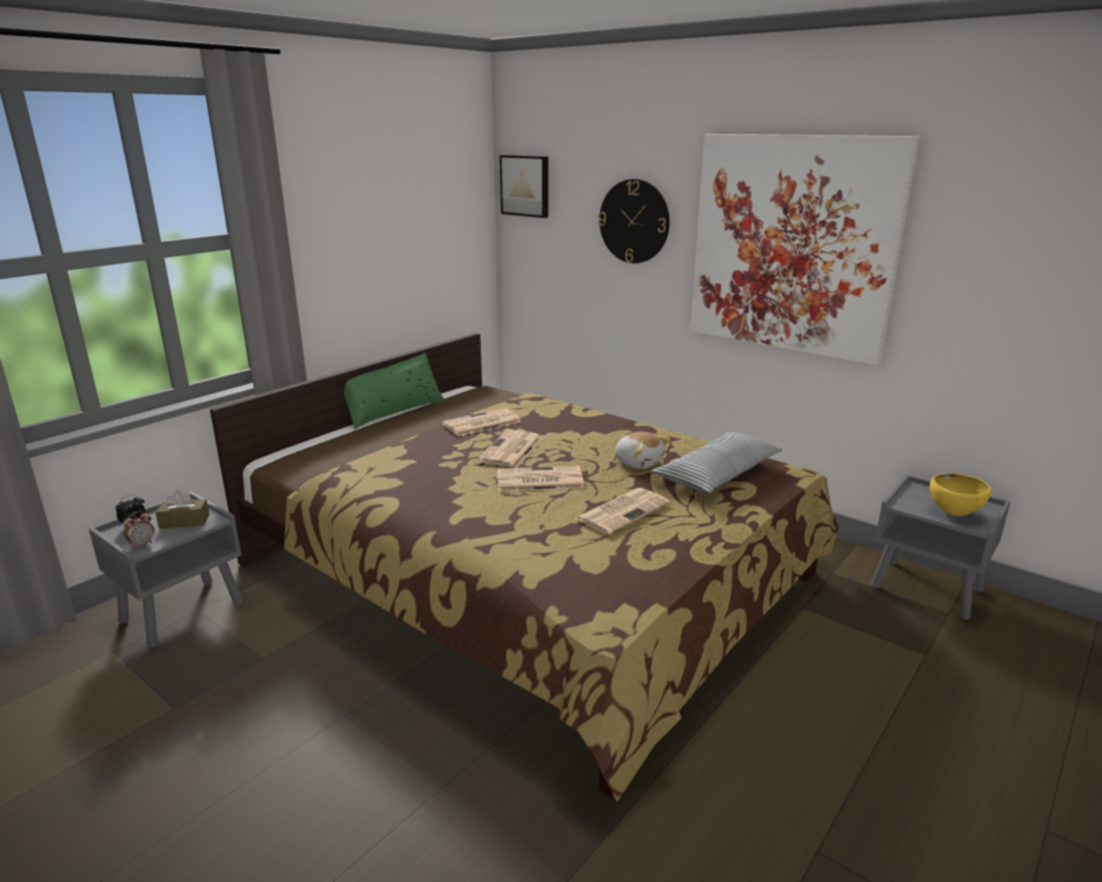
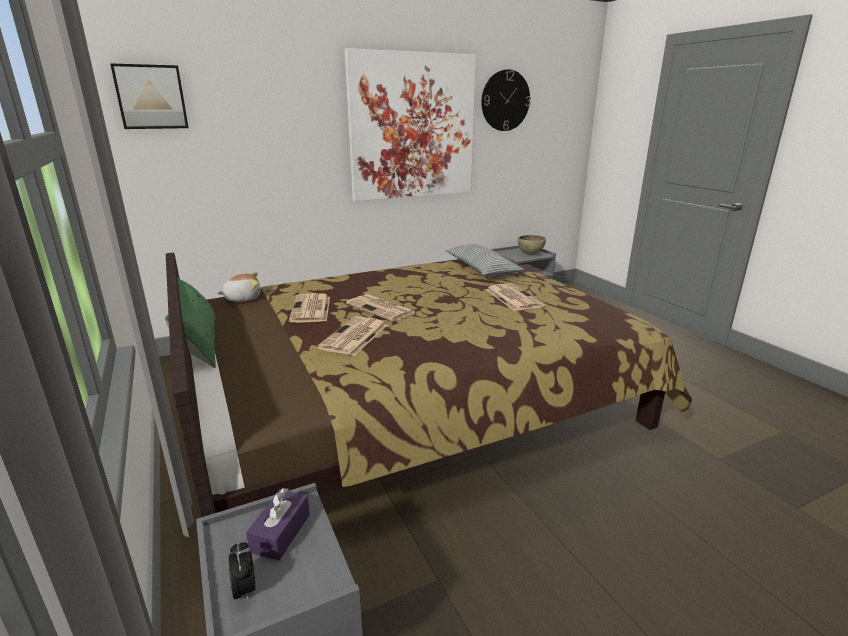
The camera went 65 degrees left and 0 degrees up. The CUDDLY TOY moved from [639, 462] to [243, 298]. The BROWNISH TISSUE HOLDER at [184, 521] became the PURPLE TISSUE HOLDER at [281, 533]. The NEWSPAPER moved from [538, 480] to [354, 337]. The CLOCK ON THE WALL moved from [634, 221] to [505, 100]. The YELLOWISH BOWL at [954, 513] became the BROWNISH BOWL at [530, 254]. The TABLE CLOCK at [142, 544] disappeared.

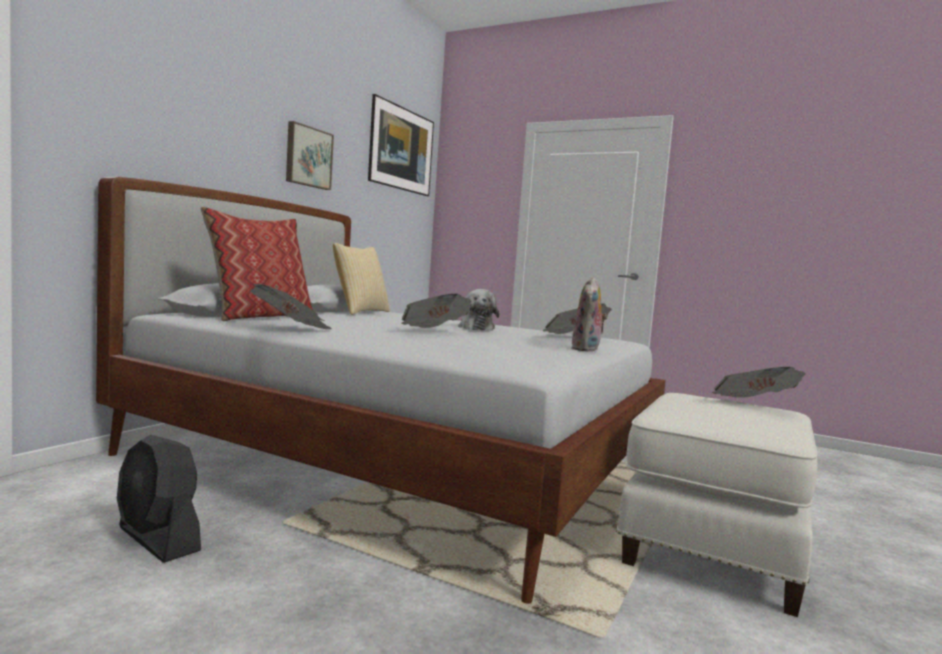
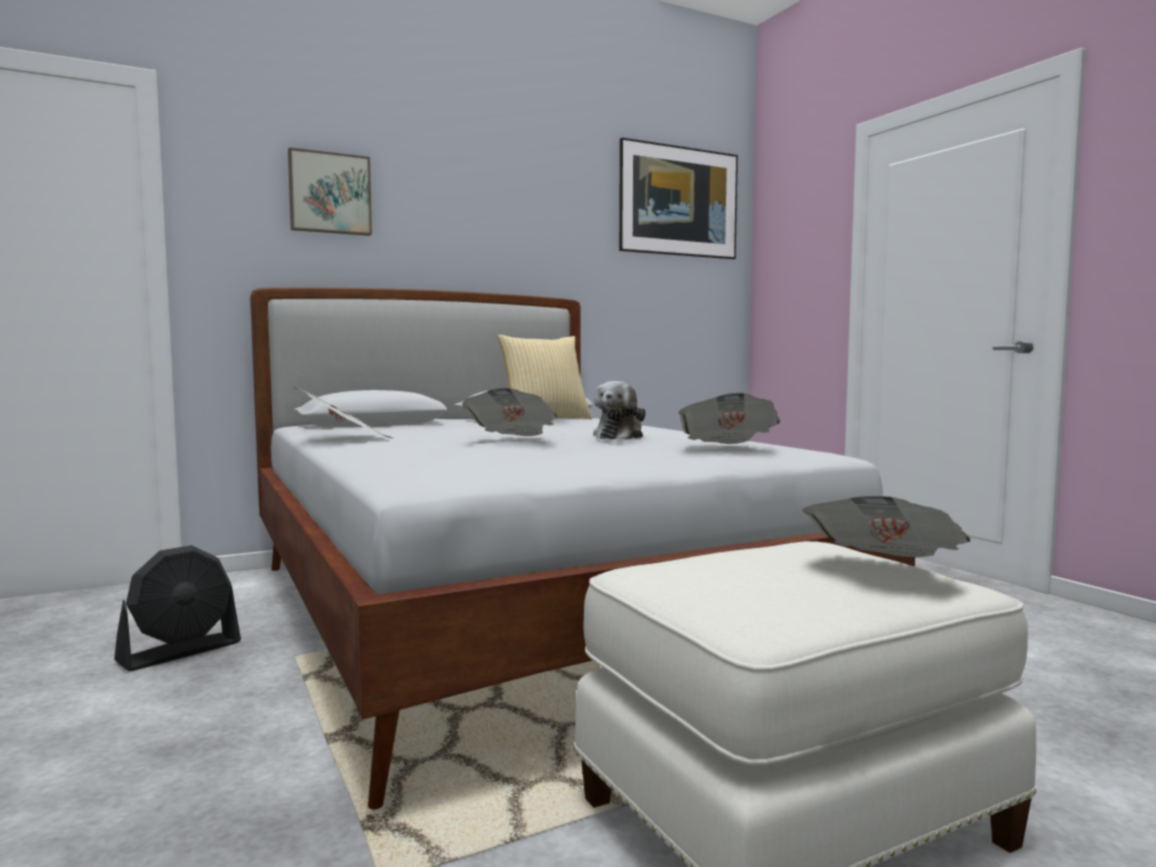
The camera went 35 degrees right and 0 degrees up. The BLACK COOLING FAN at [158, 539] turned 120 degrees counterclockwise. The WALL PICTURE moved from [308, 157] to [330, 193]. The CUSHION at [260, 317] disappeared. The CUDDLY TOY at [587, 349] disappeared.

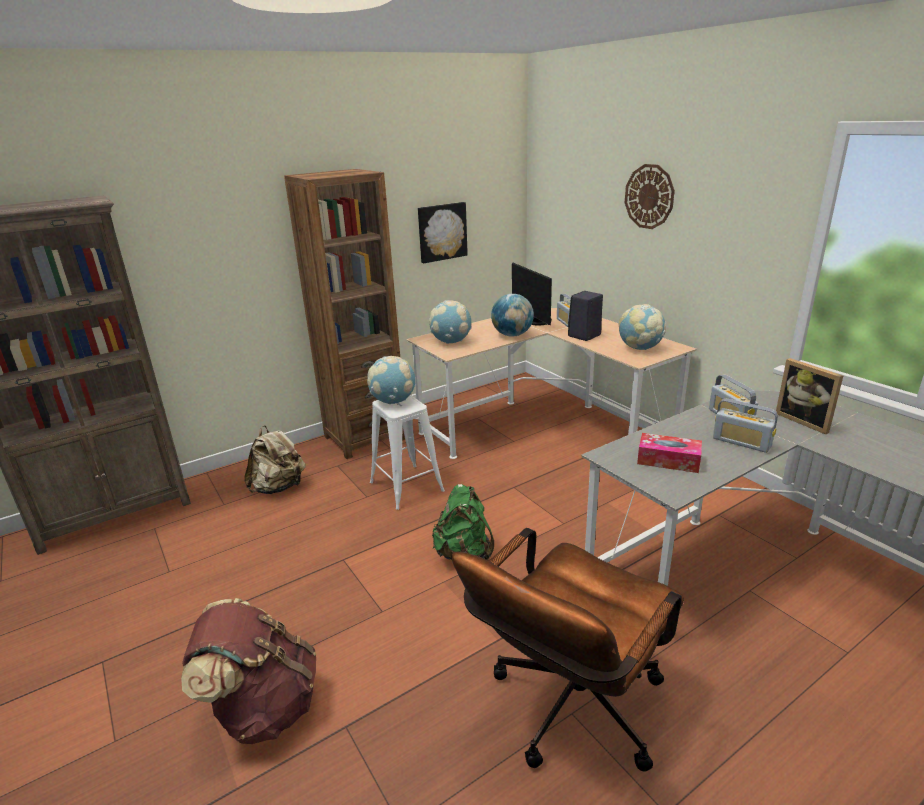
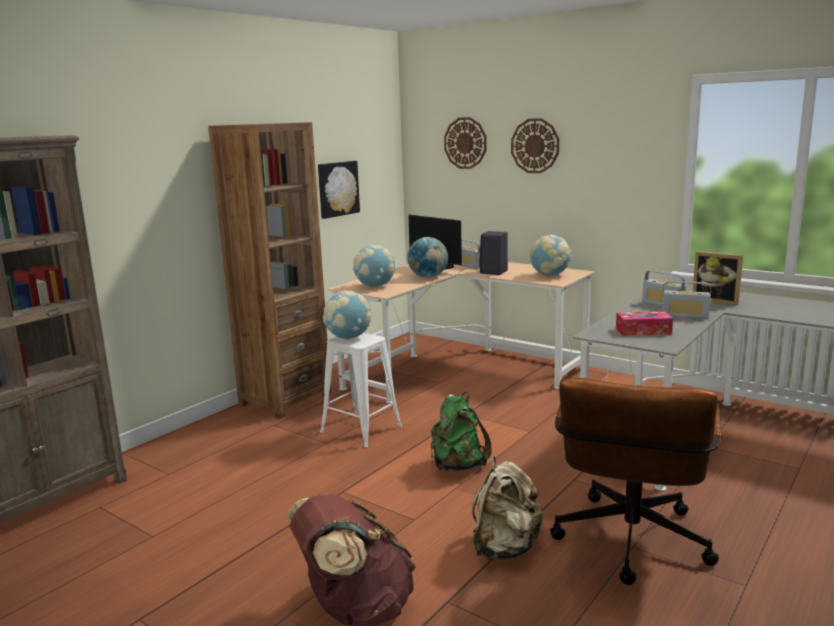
The camera went 20 degrees left and 10 degrees down. The CLOCK ON THE WALL at [465, 143] appeared. The SAND-COLOURED BACKPACK moved from [279, 487] to [505, 548].

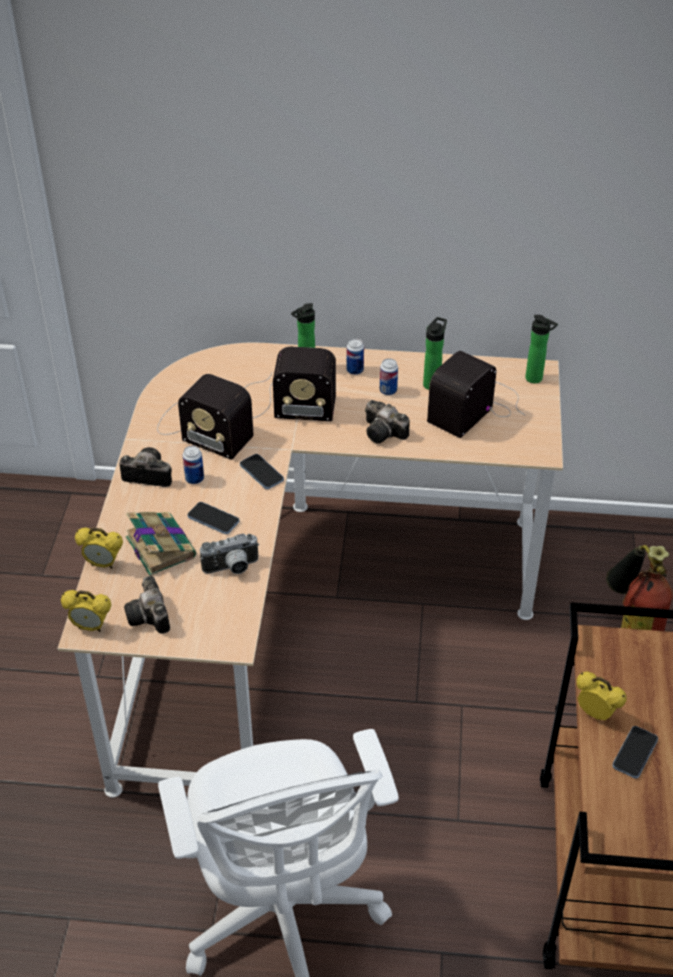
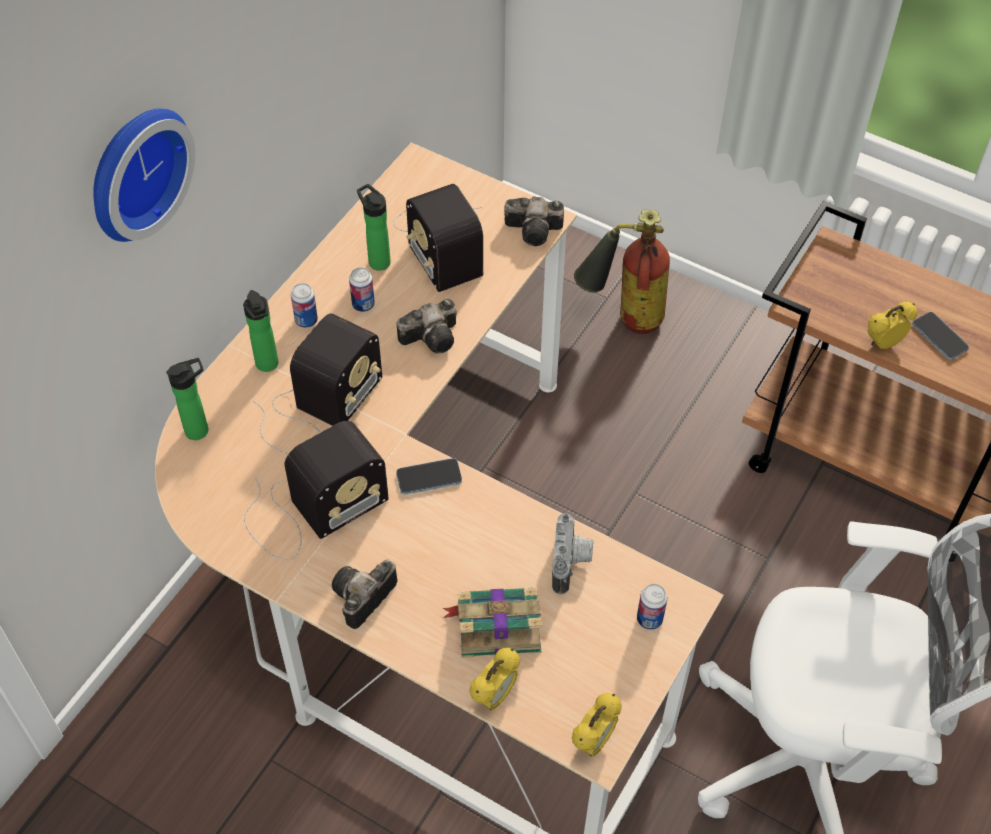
The camera went 65 degrees left and 10 degrees up. The CLOCK ON THE WALL at [133, 170] appeared. The BOTTLE moved from [536, 379] to [200, 429]. The STILL CAMERA moved from [150, 617] to [536, 230]. The CAN moved from [194, 479] to [649, 619]. The HANDSET at [213, 519] disappeared.

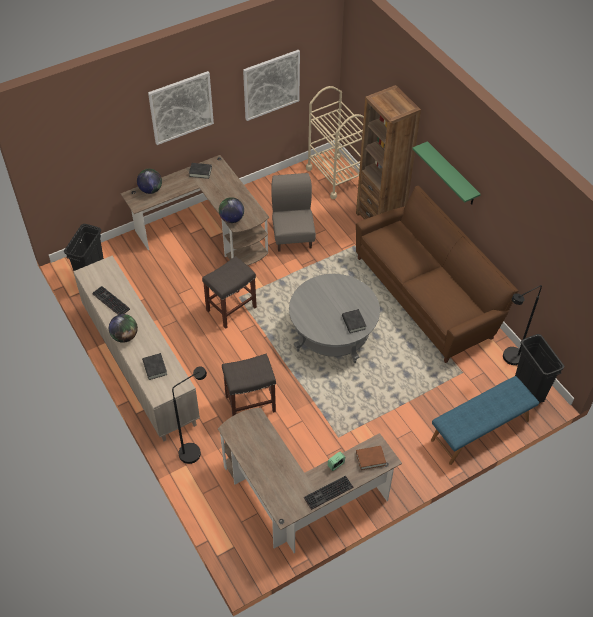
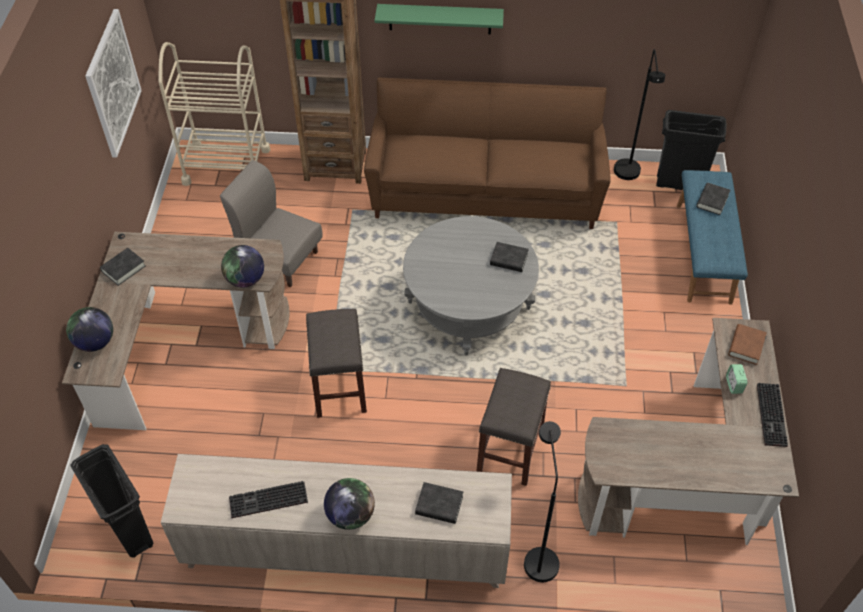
The camera went 55 degrees left and 0 degrees up. The BLACK BOOK at [712, 201] appeared. The WALL PICTURE at [181, 107] disappeared.

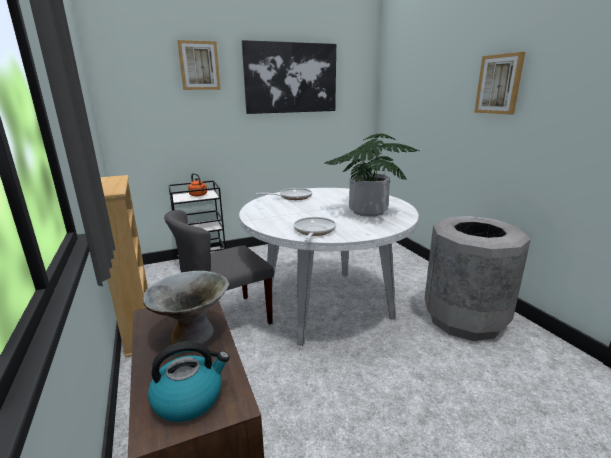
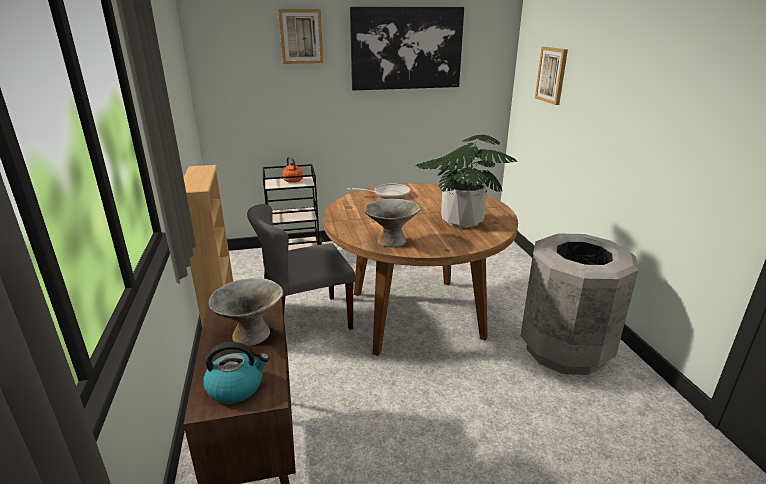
The camera went 10 degrees right and 5 degrees up. The WHITE DINNER TABLE at [326, 304] became the BROWNISH DINNER TABLE at [415, 314]. The FRYING PAN at [313, 231] was replaced by the GREY BOWL at [392, 241]. The WALL PICTURE moved from [499, 84] to [552, 75].

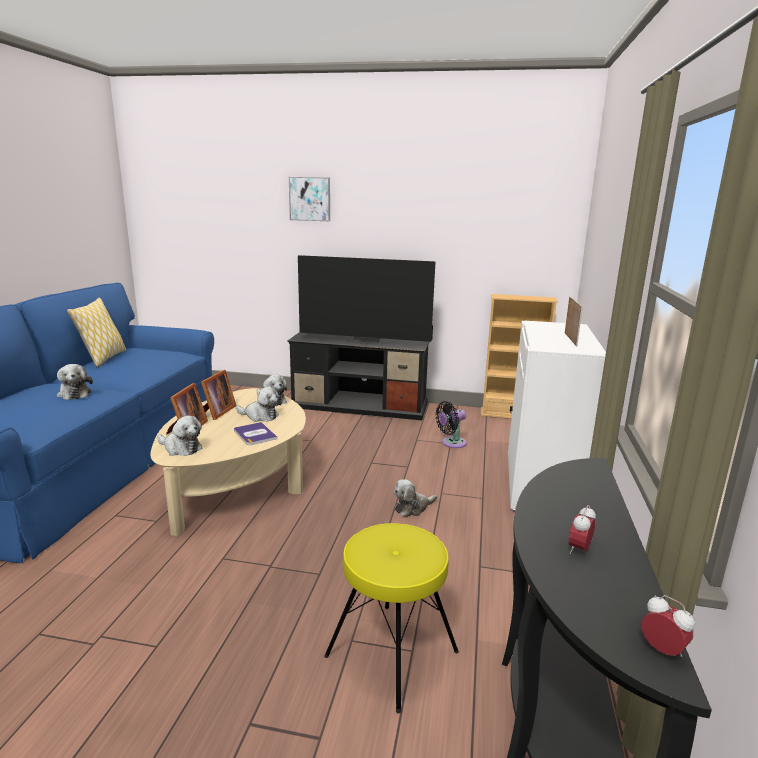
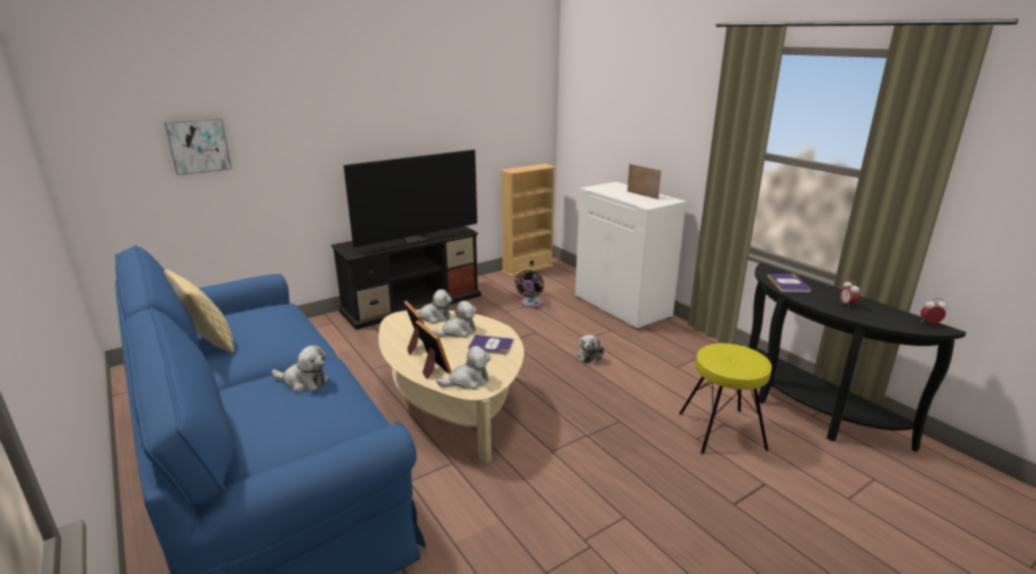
The camera went 45 degrees left and 5 degrees up. The WALL PICTURE moved from [310, 199] to [198, 146]. The BOOK at [788, 284] appeared.

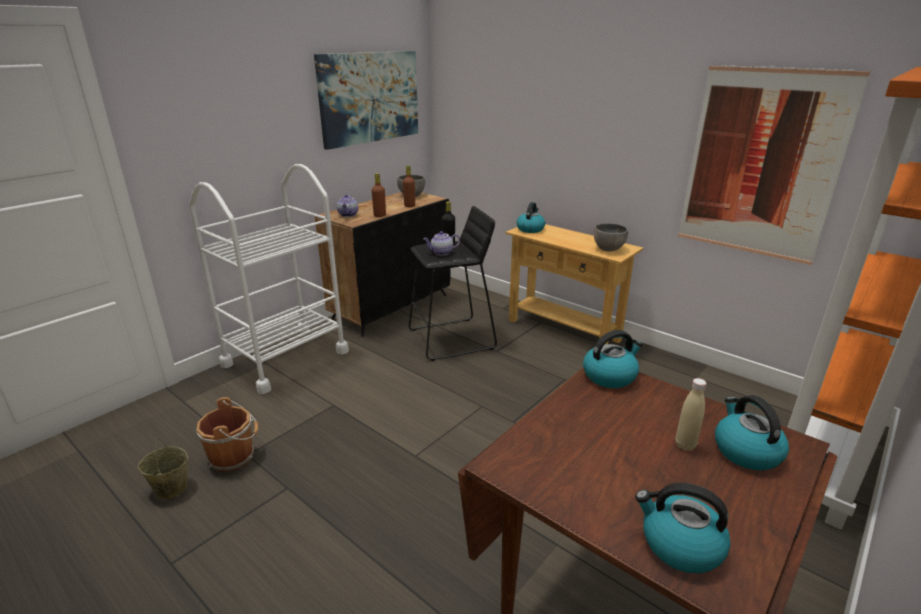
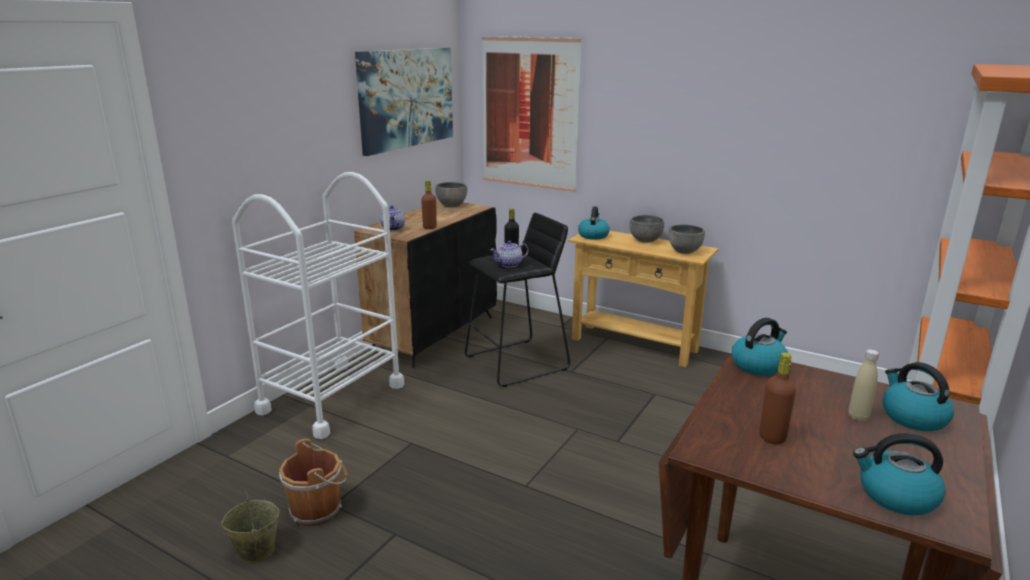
The camera went 10 degrees left and 5 degrees down. The WALL PICTURE moved from [761, 164] to [529, 113]. The GREY BOWL at [645, 240] appeared. The BROWNISH BOTTLE moved from [409, 206] to [772, 437].

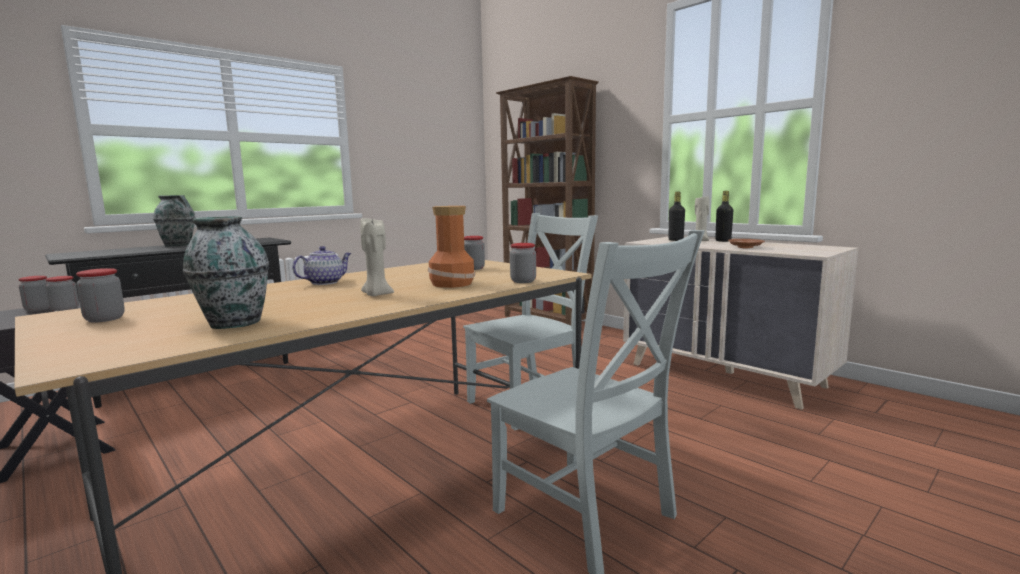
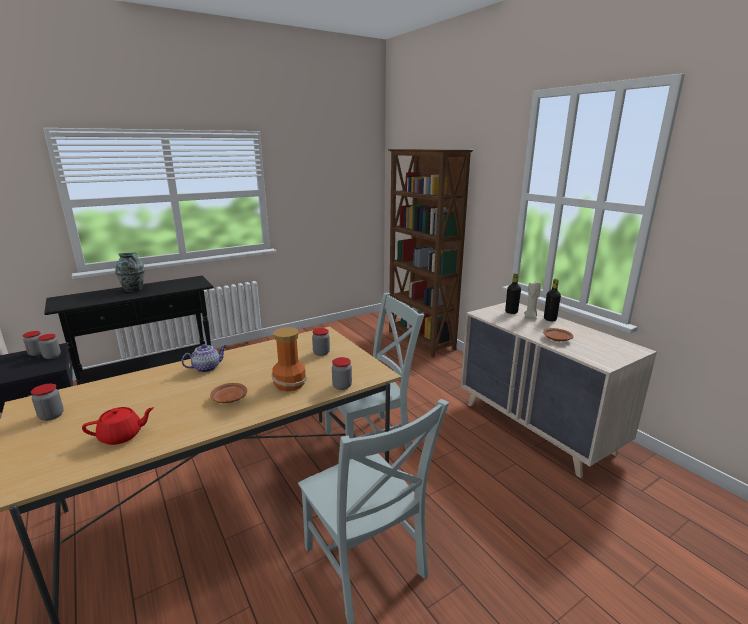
The camera went 10 degrees right and 10 degrees up. The FLOWER VASE at [234, 323] was replaced by the REDDISH POT FOR TEA at [122, 436]. The SAND-COLOURED WAX LIGHT at [376, 295] was replaced by the BROWNISH FLAT DISH at [229, 398].

